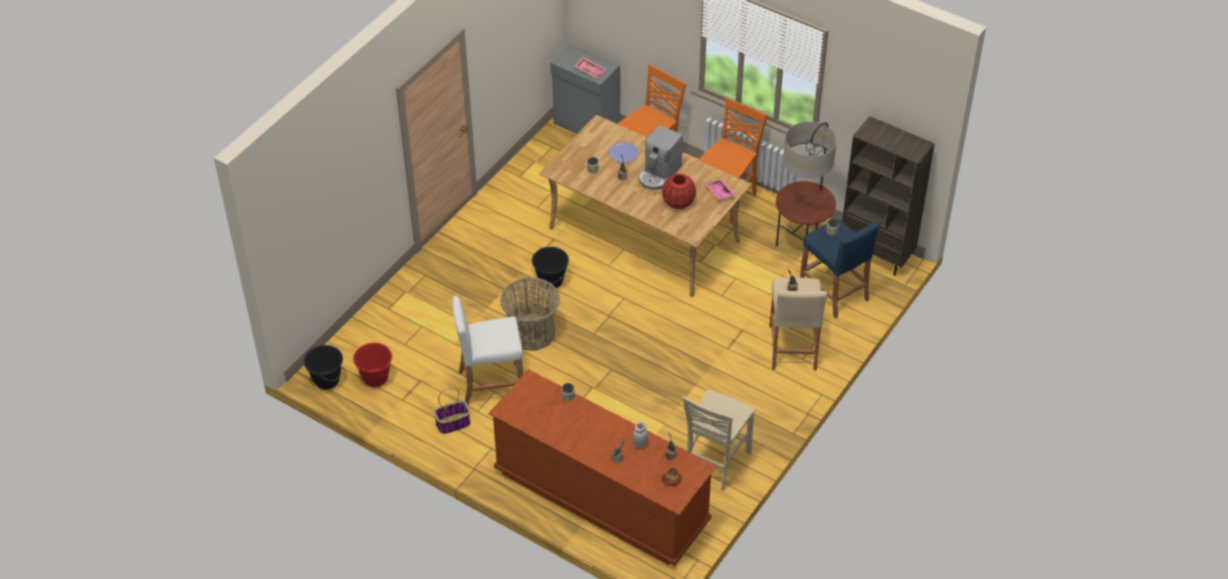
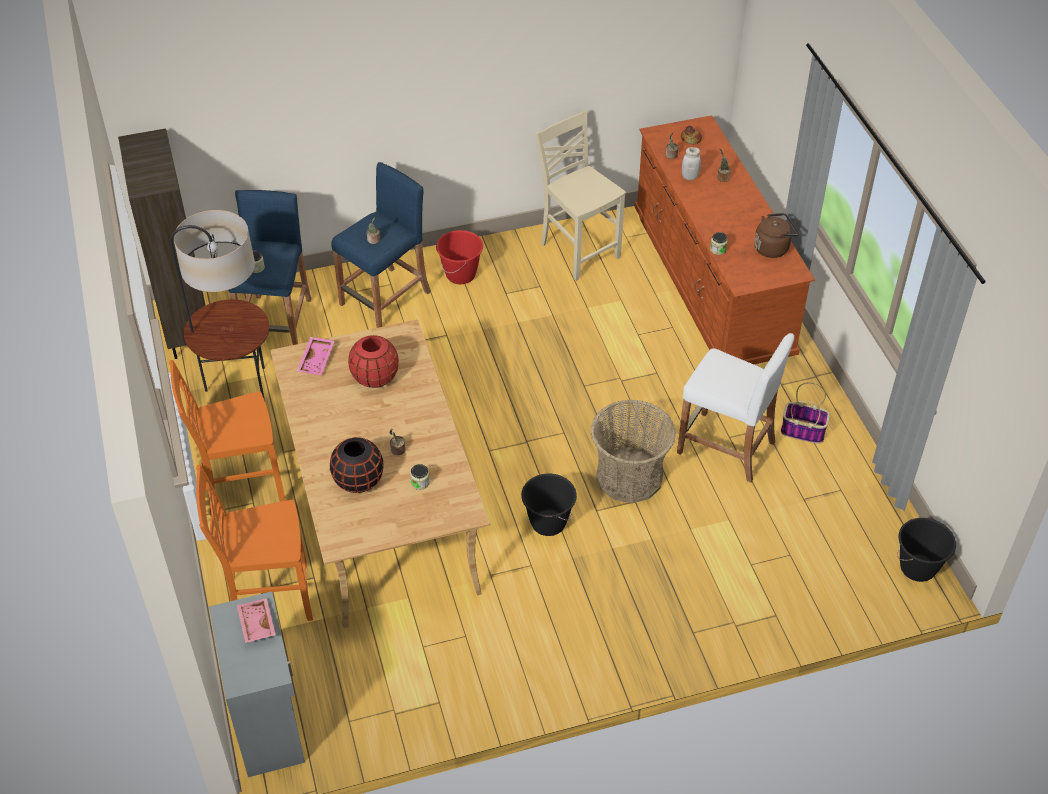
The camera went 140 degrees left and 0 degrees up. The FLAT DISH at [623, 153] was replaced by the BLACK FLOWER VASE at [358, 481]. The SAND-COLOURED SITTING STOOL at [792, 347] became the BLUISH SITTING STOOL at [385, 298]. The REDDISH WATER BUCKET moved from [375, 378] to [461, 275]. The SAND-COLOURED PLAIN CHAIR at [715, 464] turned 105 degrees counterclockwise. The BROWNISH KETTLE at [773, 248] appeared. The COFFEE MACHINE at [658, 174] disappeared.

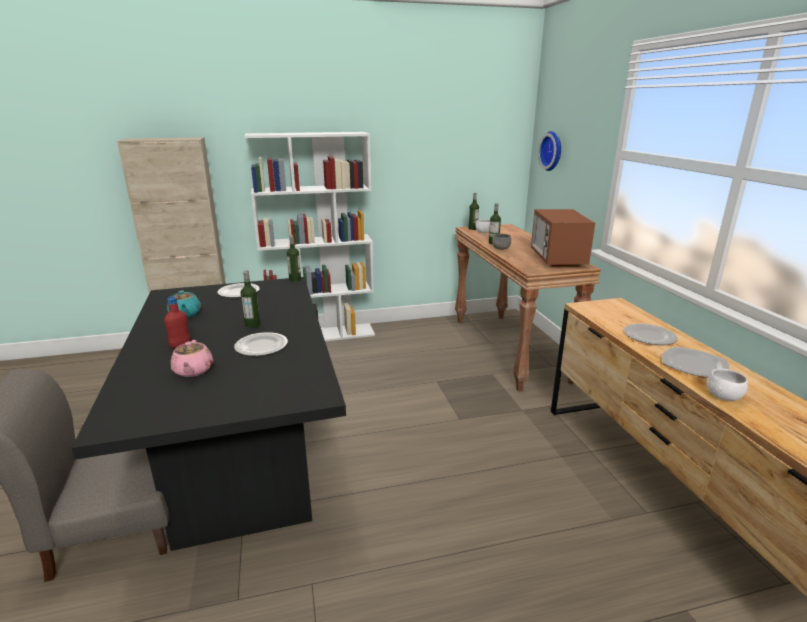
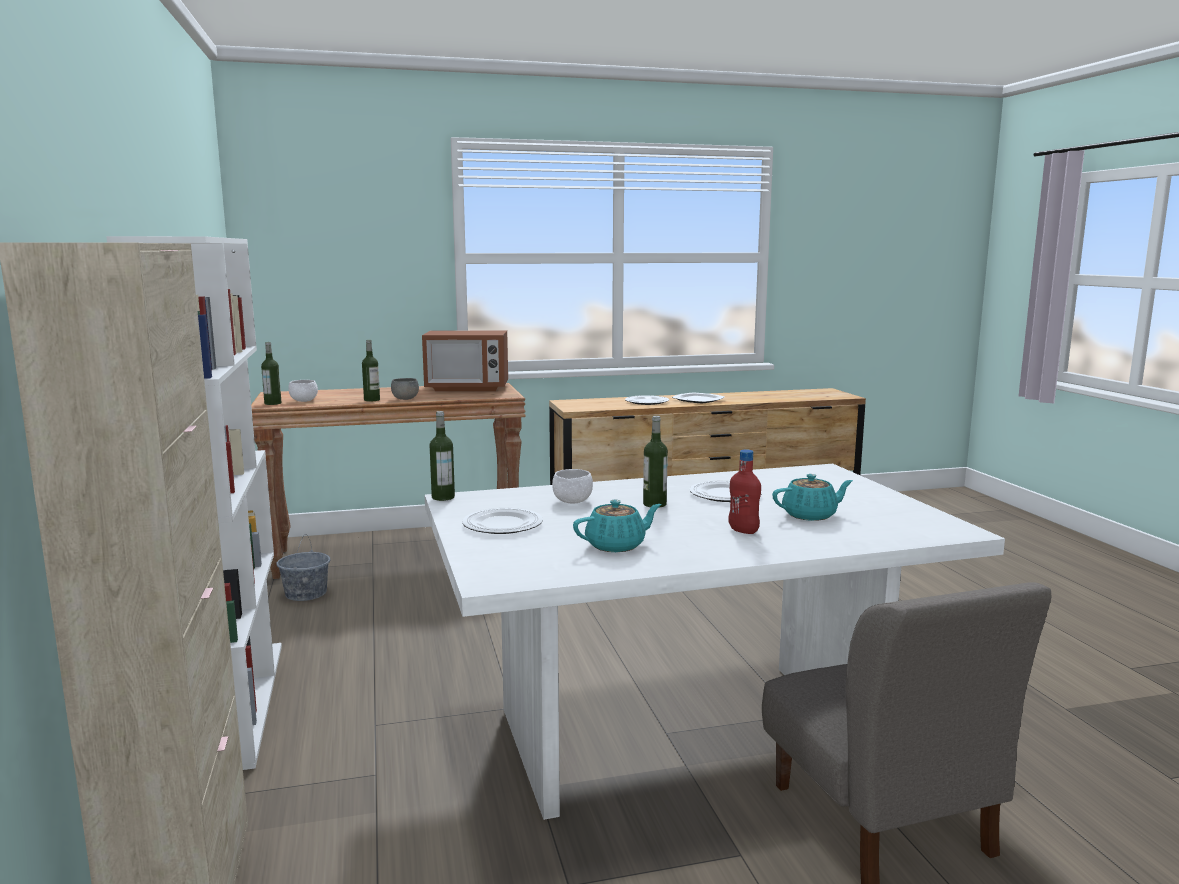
The camera went 90 degrees left and 10 degrees down. The GREY WATER BUCKET at [306, 593] appeared. The BLACK DINNER TABLE at [243, 458] became the WHITE DINNER TABLE at [684, 734]. The WHITE BOWL moved from [723, 396] to [572, 501]. The PINK-COLOURED POT FOR TEA at [193, 371] became the BLUE-GREEN POT FOR TEA at [810, 515]. The CLOCK ON THE WALL at [552, 151] disappeared.

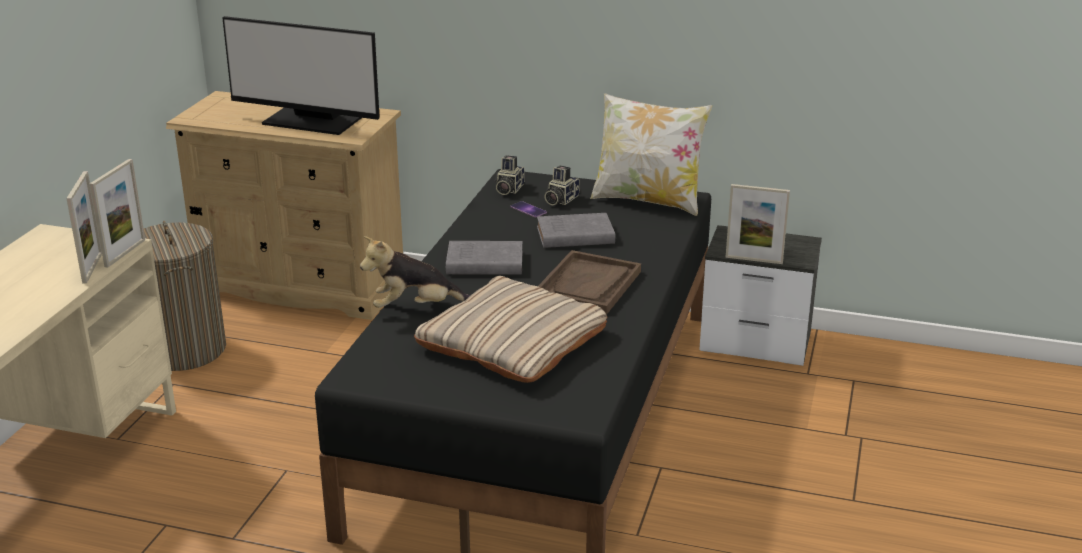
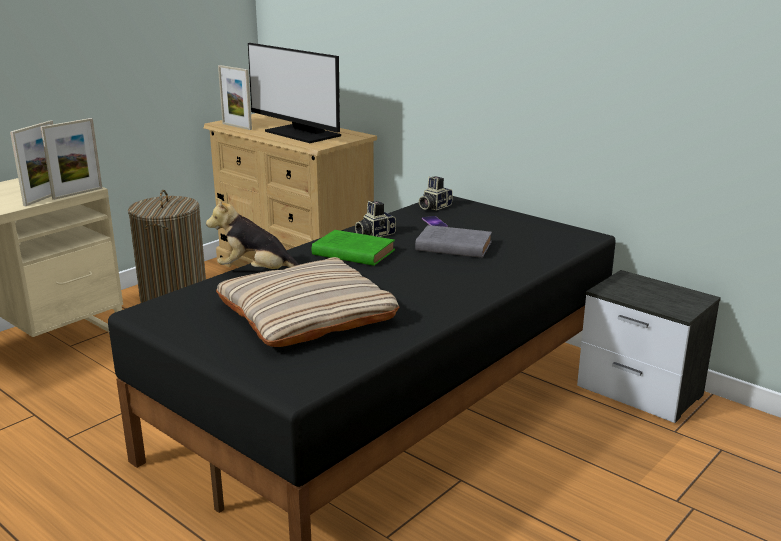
The camera went 25 degrees right and 5 degrees down. The PICTURE FRAME moved from [754, 260] to [237, 126]. The GREY BOOK at [482, 263] became the GREEN-COLOURED BOOK at [351, 252]. The STILL CAMERA moved from [560, 200] to [374, 234]. The BROWNISH TRAY at [588, 285] disappeared. The CUSHION at [648, 200] disappeared.

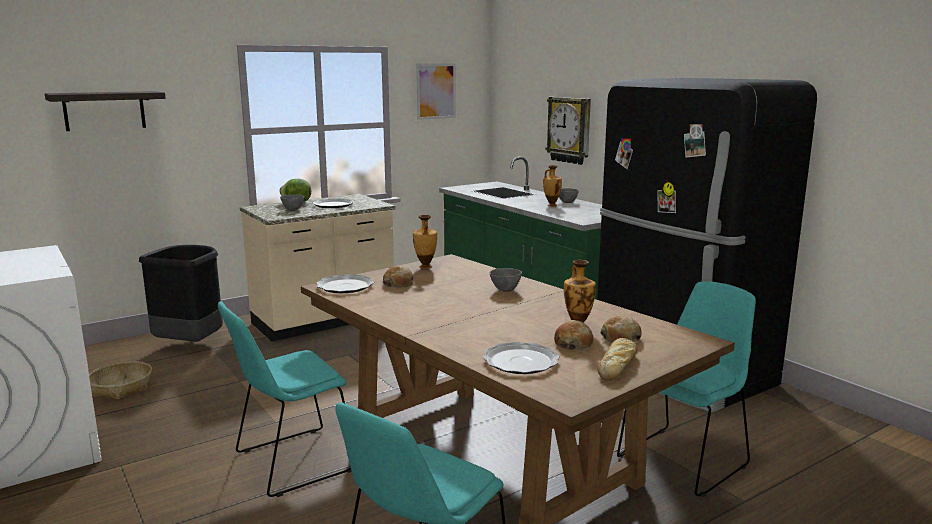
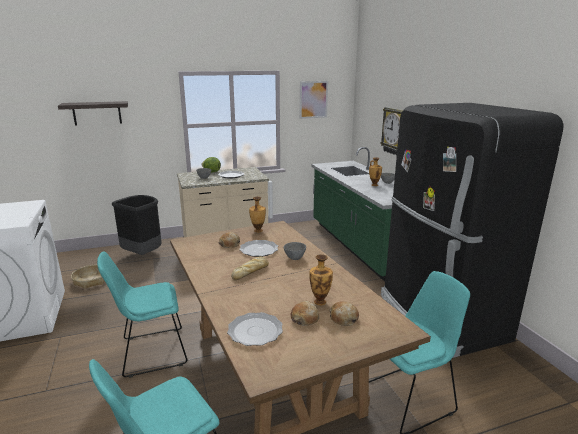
The camera went 15 degrees right and 5 degrees up. The BAKED BREAD moved from [617, 365] to [251, 271]. The FLAT DISH moved from [345, 286] to [259, 250].

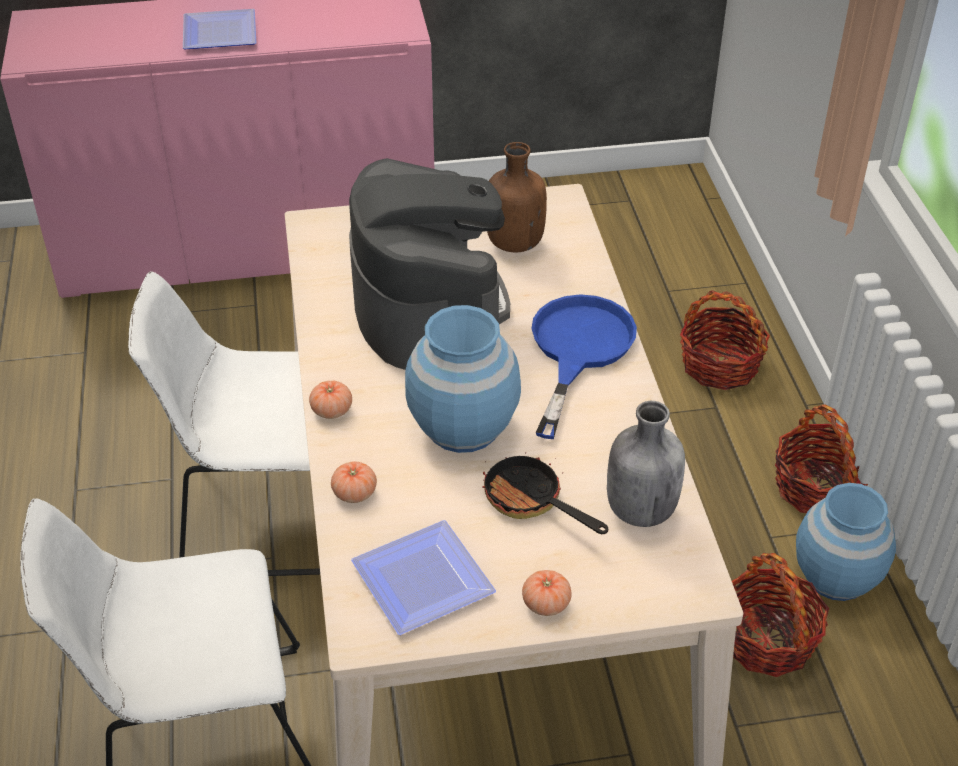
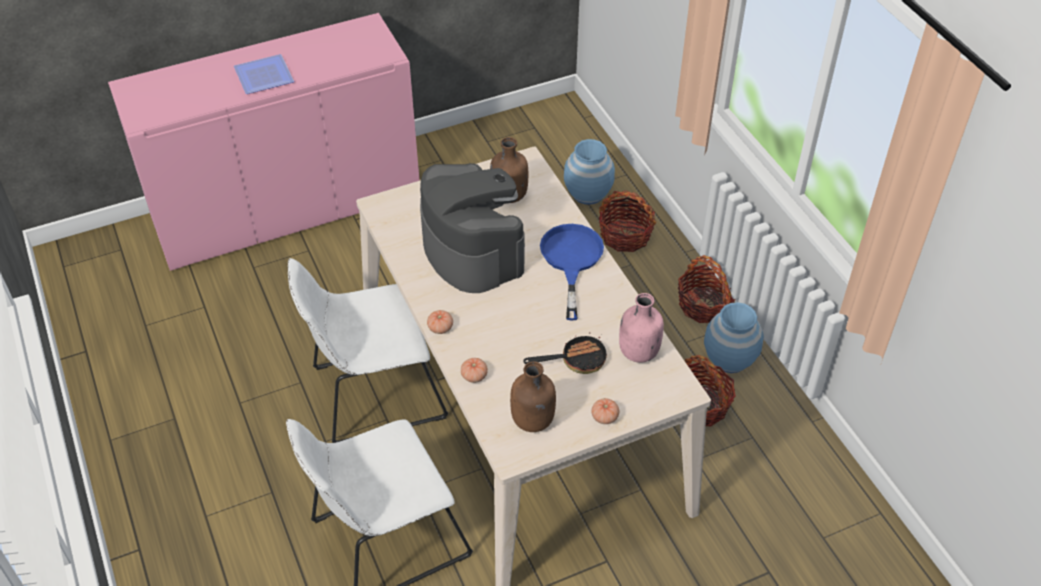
The camera went 15 degrees left and 5 degrees up. The FLAT DISH at [421, 585] was replaced by the BROWNISH BOTTLE at [532, 421]. The FRYING PAN at [531, 502] turned 135 degrees clockwise. The BLUISH FLOWER VASE moved from [463, 427] to [588, 193]. The GREY BOTTLE at [639, 509] became the PINK-COLOURED BOTTLE at [637, 352].

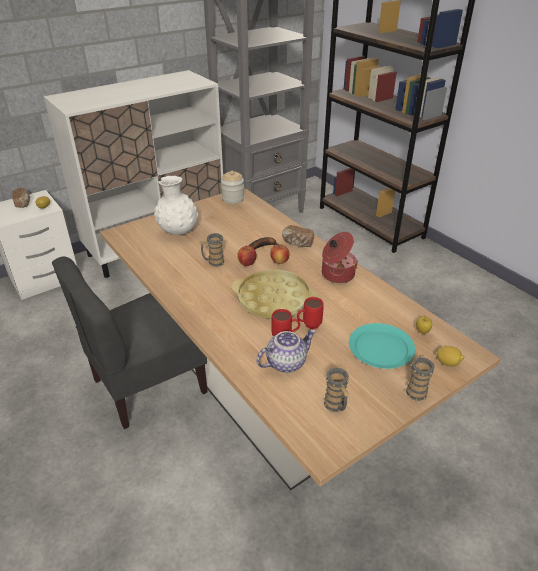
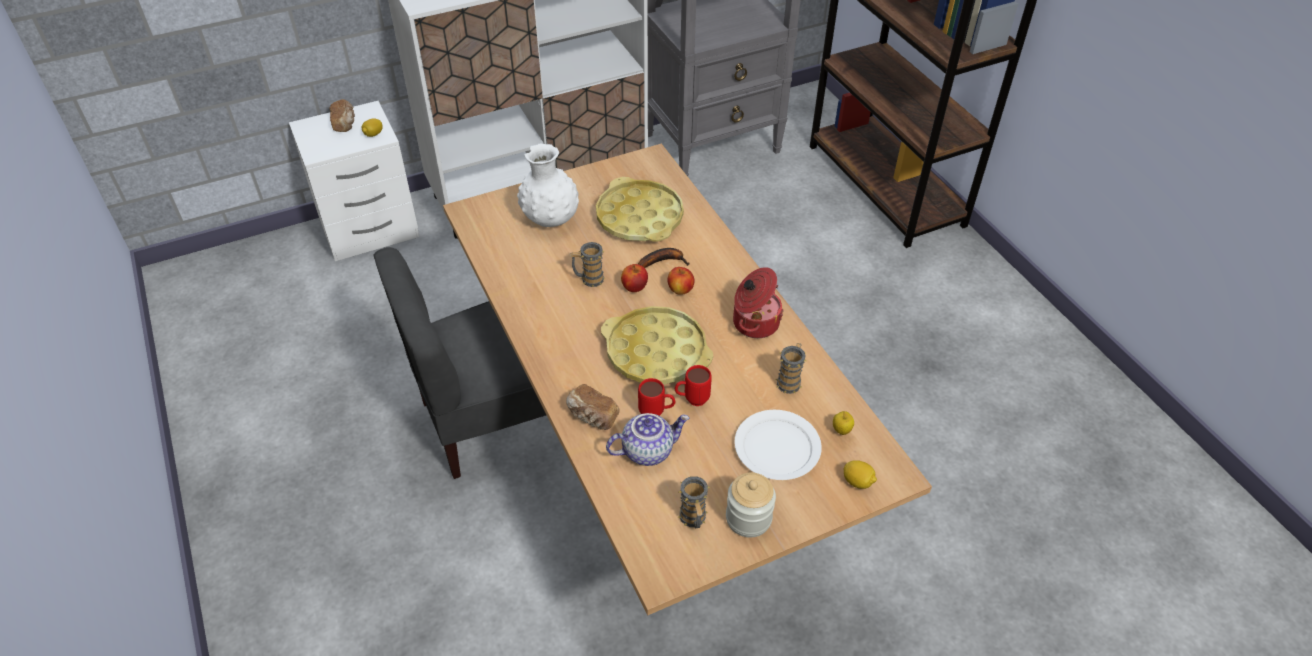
The camera went 10 degrees right and 10 degrees up. The BAKED BREAD moved from [297, 243] to [592, 416]. The YELLOWISH TRAY at [639, 217] appeared. The JAR moved from [233, 199] to [748, 518]. The BLUE-GREEN FLAT DISH at [381, 348] became the WHITE FLAT DISH at [777, 448]. The COFFEE MUG moved from [416, 389] to [790, 381].

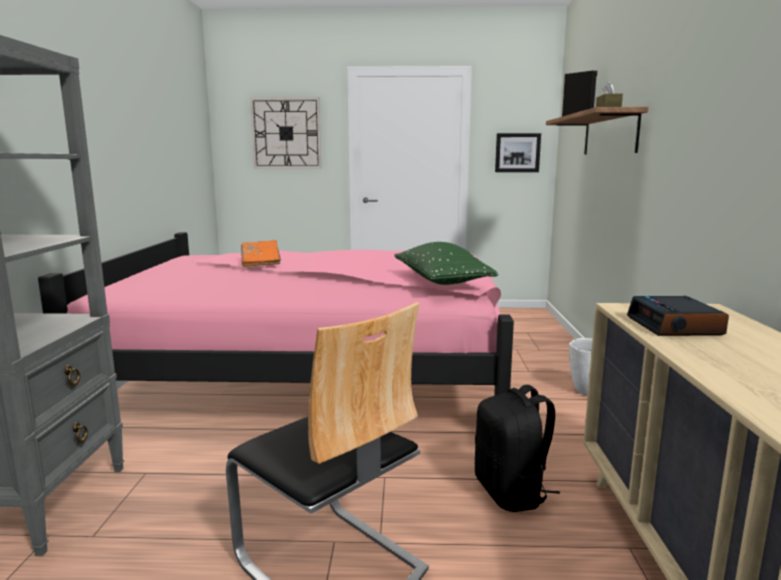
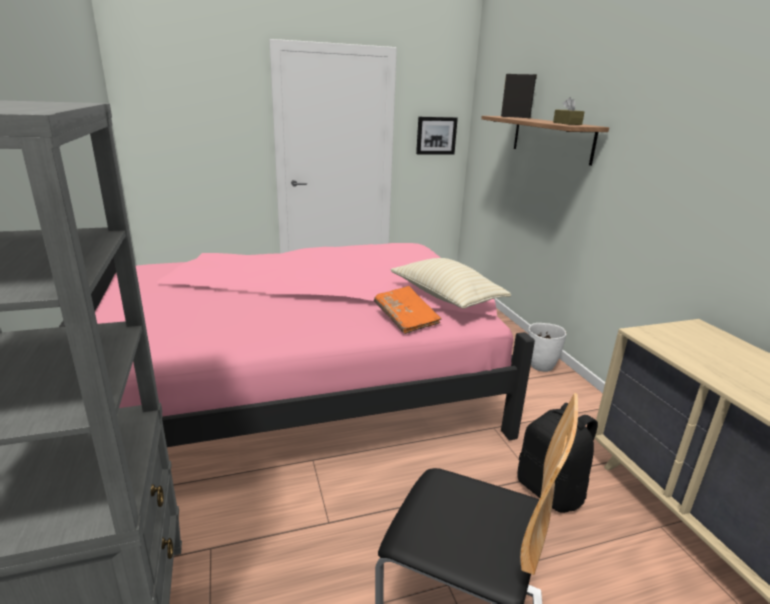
The camera went 20 degrees left and 10 degrees up. The ORANGE-COLOURED BOOK moved from [261, 262] to [406, 319]. The GREEN-COLOURED CUSHION at [441, 281] became the SAND-COLOURED CUSHION at [446, 297]. The CLOCK ON THE WALL at [286, 133] disappeared. The TABLE CLOCK at [675, 326] disappeared.

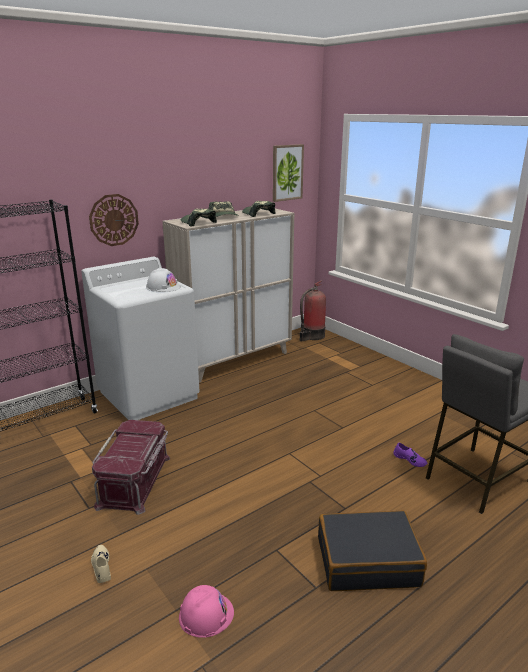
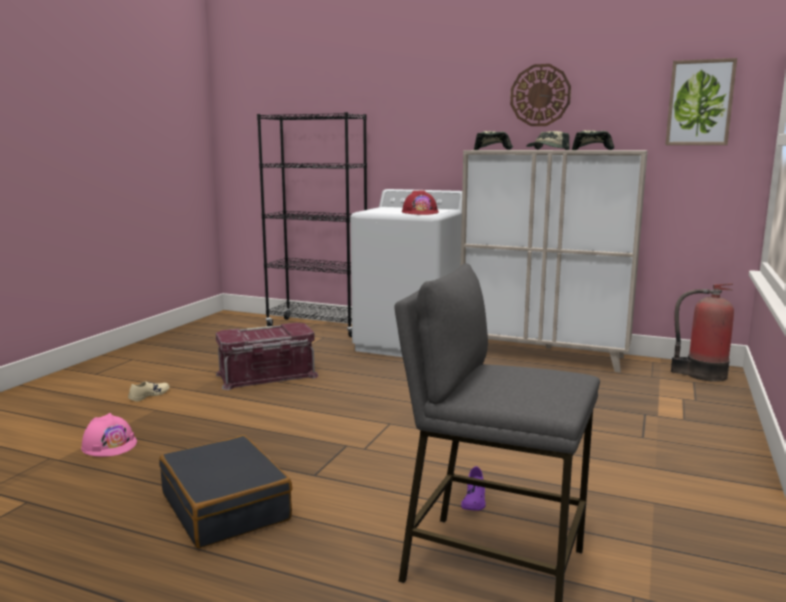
The camera went 60 degrees right and 10 degrees down. The WHITE SAFETY HELMET at [163, 287] became the REDDISH SAFETY HELMET at [420, 212]. The CLOCK ON THE WALL moved from [114, 220] to [540, 95].

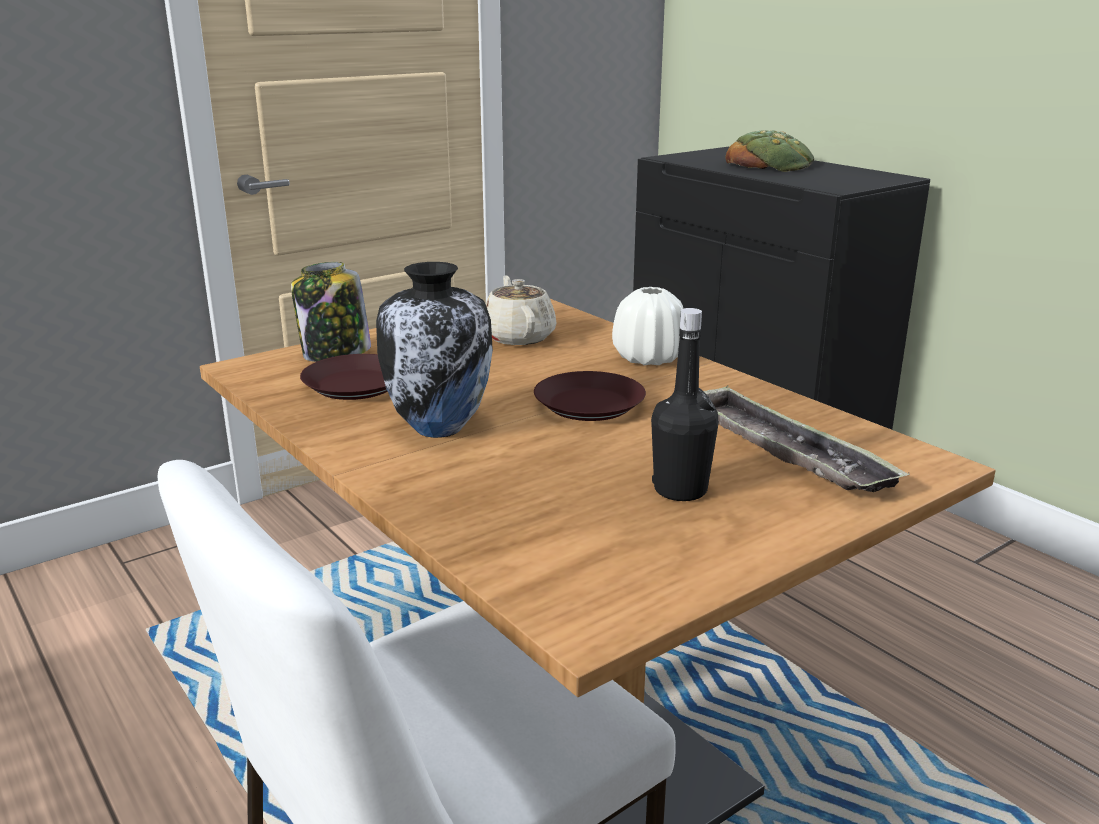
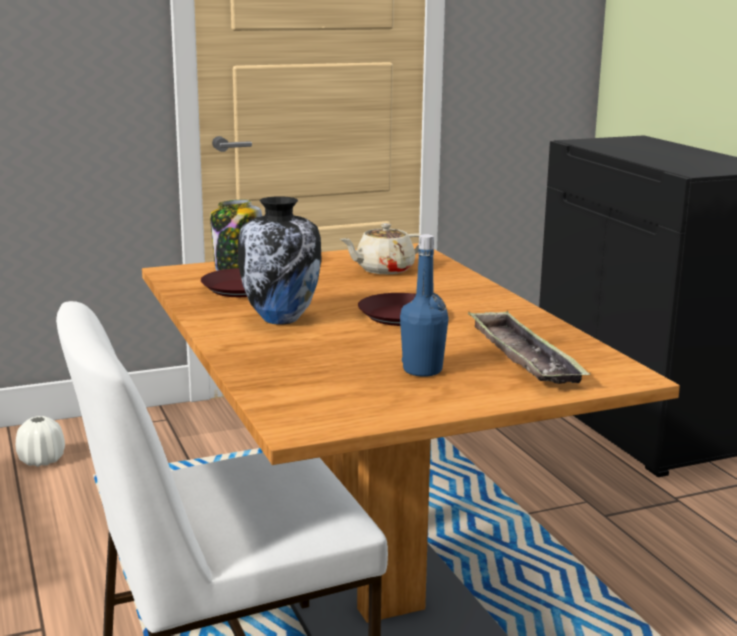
The camera went 15 degrees right and 5 degrees down. The WHITE FLOWER VASE moved from [648, 358] to [42, 460]. The SAND-COLOURED POT FOR TEA at [518, 336] turned 120 degrees counterclockwise. The BLACK BOTTLE at [680, 490] became the BLUISH BOTTLE at [422, 370]. The BAKED BREAD at [770, 164] disappeared.

